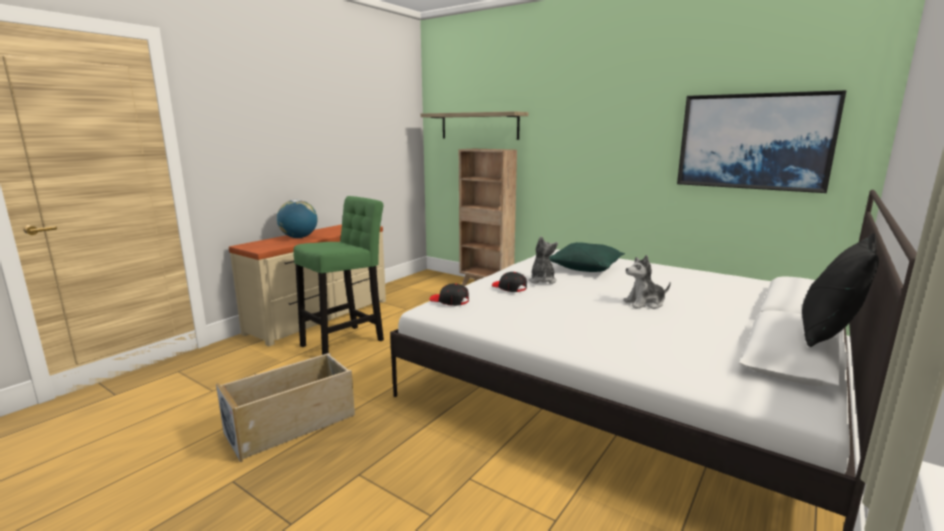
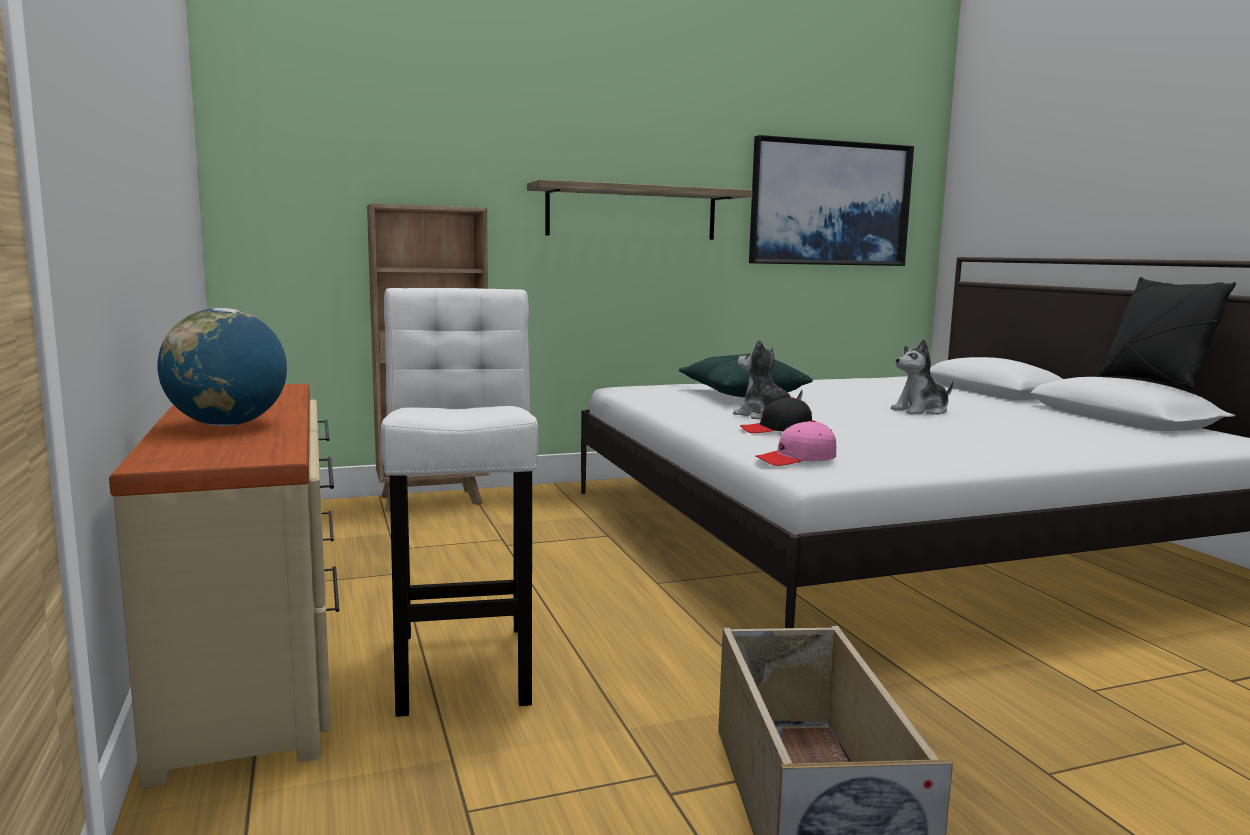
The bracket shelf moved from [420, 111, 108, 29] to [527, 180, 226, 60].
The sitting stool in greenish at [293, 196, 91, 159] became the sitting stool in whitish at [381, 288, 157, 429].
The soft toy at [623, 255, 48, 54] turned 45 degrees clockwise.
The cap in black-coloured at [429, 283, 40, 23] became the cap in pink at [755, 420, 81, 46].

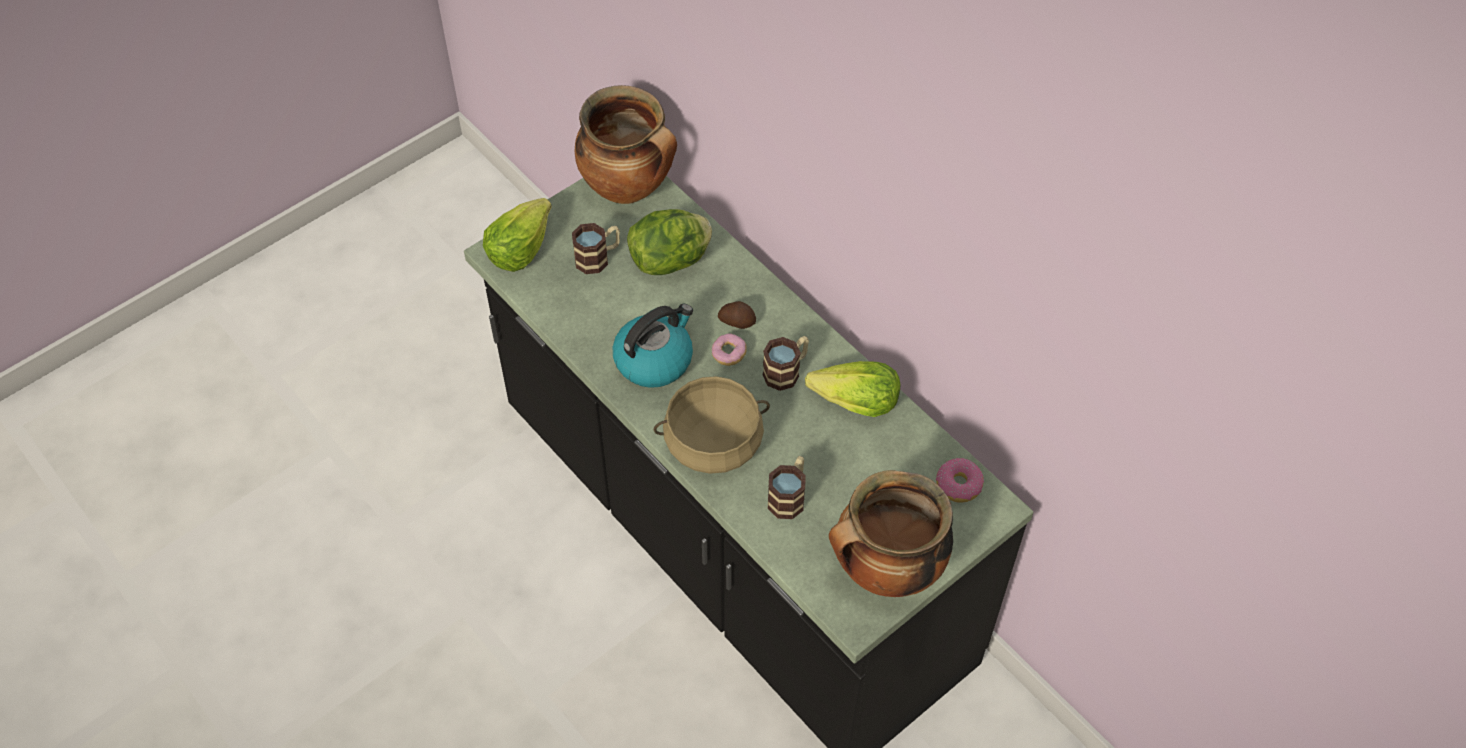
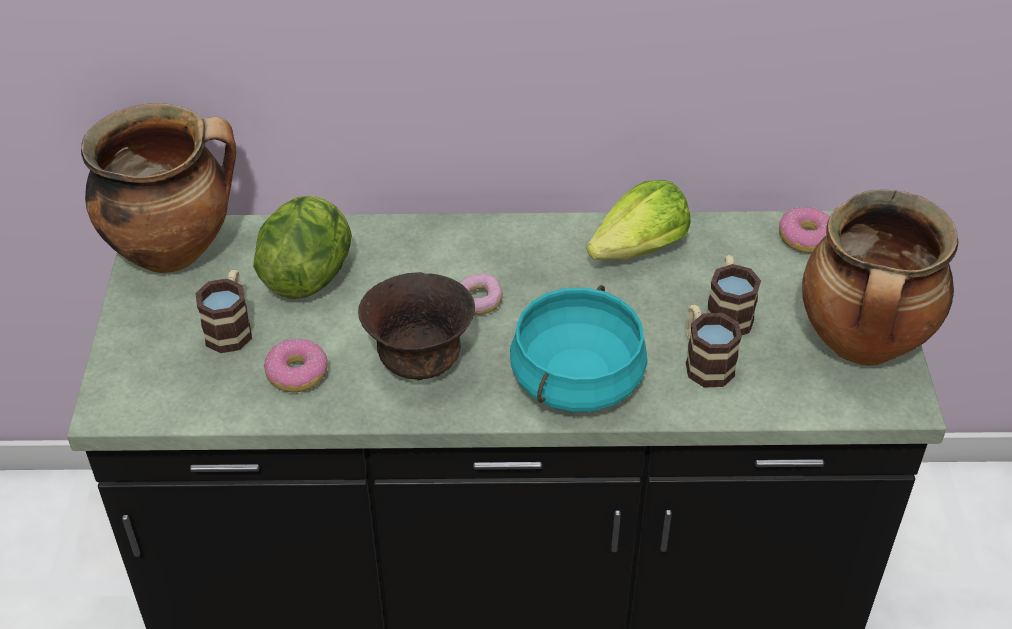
The head of lettuce at [483, 198, 69, 74] disappeared.
The potato at [718, 301, 38, 28] disappeared.
The tea kettle at [613, 304, 80, 84] was replaced by the bowl in brown at [358, 272, 117, 109].
The coffee mug moved from [763, 336, 46, 55] to [707, 255, 54, 80].
The stockpot in beige-coloured at [654, 376, 116, 98] became the stockpot in turquoise-coloured at [510, 285, 138, 127].
The doughnut at [263, 339, 65, 53] appeared.

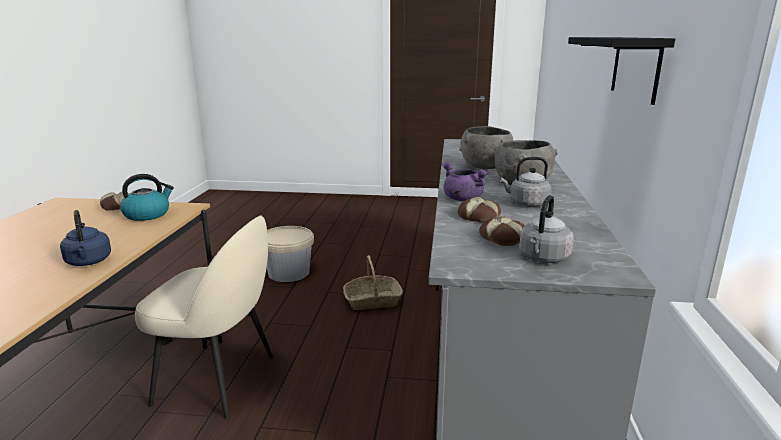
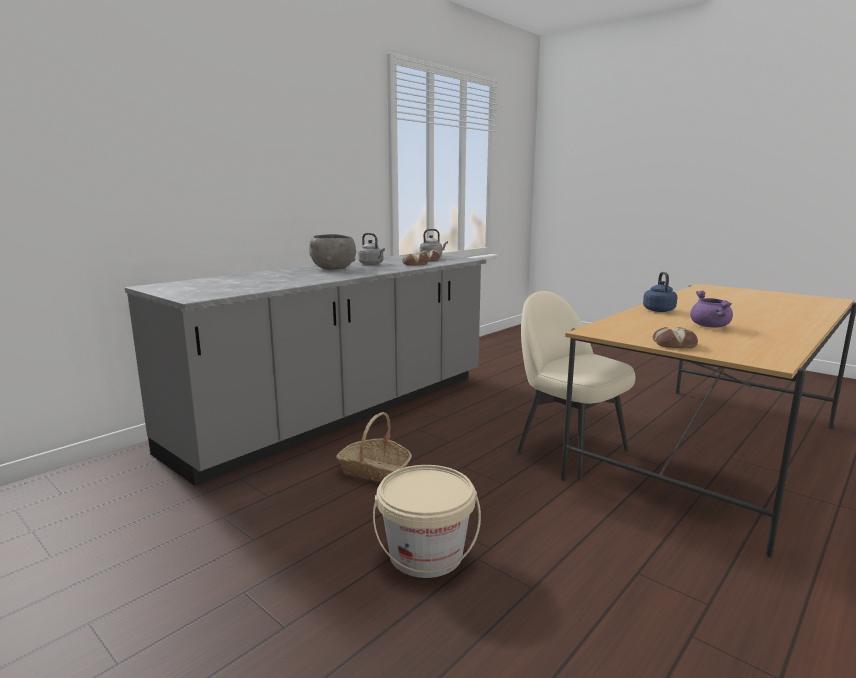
The bracket shelf in black-coloured at [568, 37, 107, 68] disappeared.
The bowl in grey at [459, 126, 55, 43] disappeared.
The stockpot in purplish moved from [442, 162, 47, 39] to [690, 291, 43, 37].
The tea kettle at [120, 174, 54, 47] disappeared.

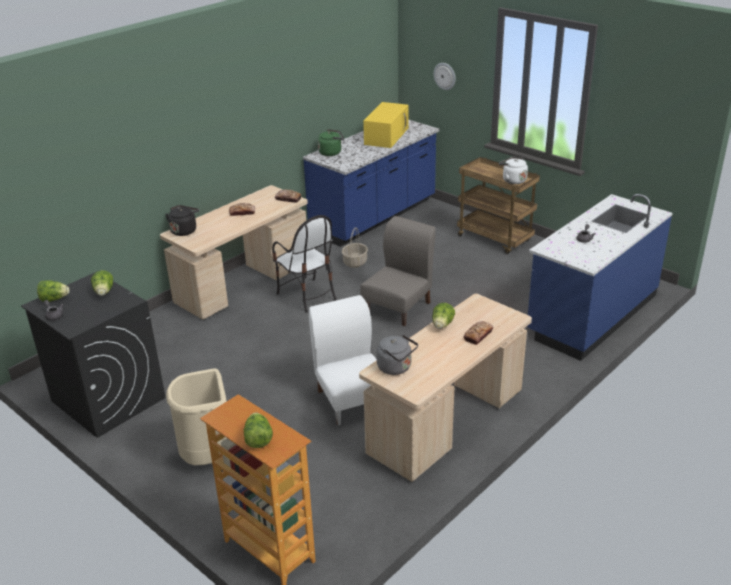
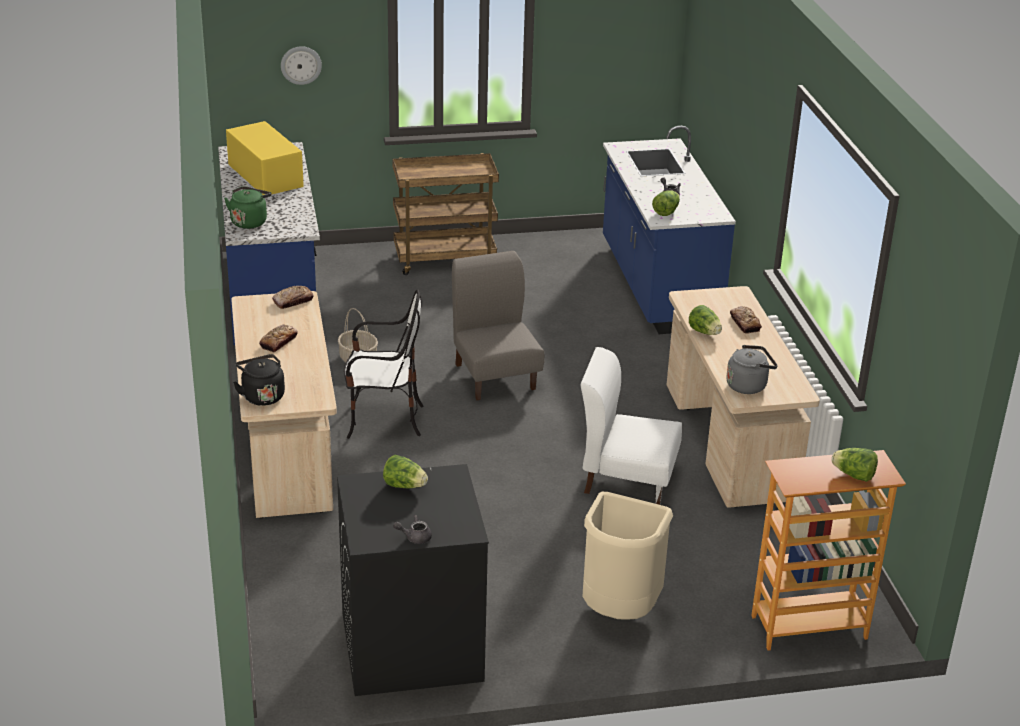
The tea kettle in whitish at [499, 157, 29, 27] disappeared.
The head of lettuce moved from [37, 280, 33, 22] to [652, 190, 28, 26].

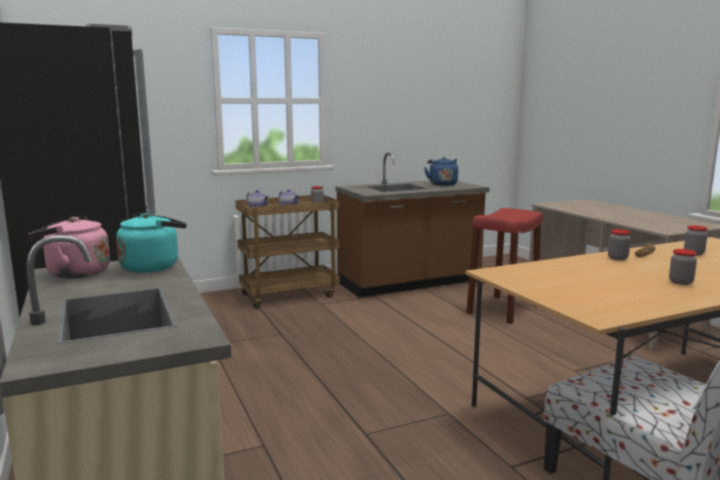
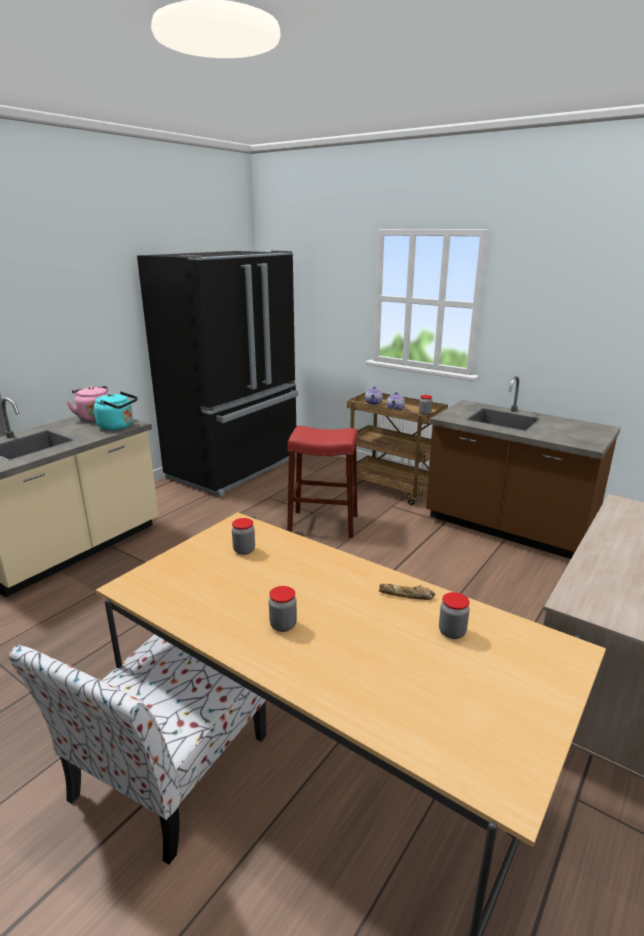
The tea kettle in bluish at [424, 157, 34, 29] disappeared.
The sitting stool in reddish moved from [466, 208, 77, 116] to [287, 426, 71, 112].
The preserve jar moved from [608, 229, 23, 31] to [232, 518, 23, 37].

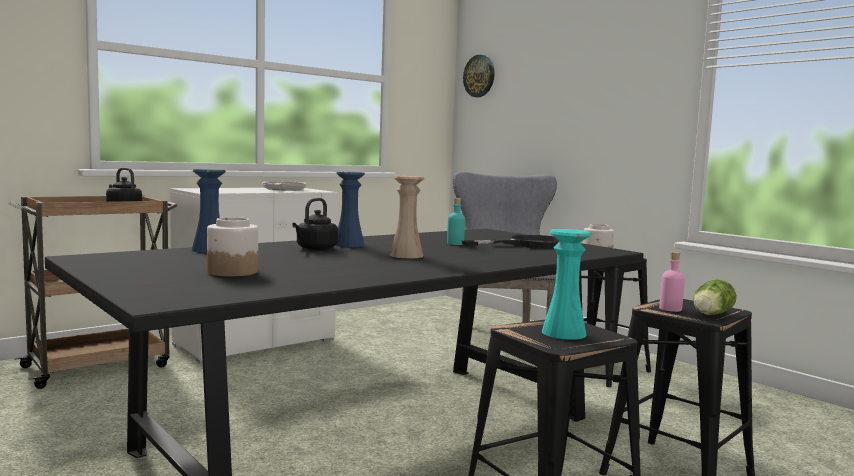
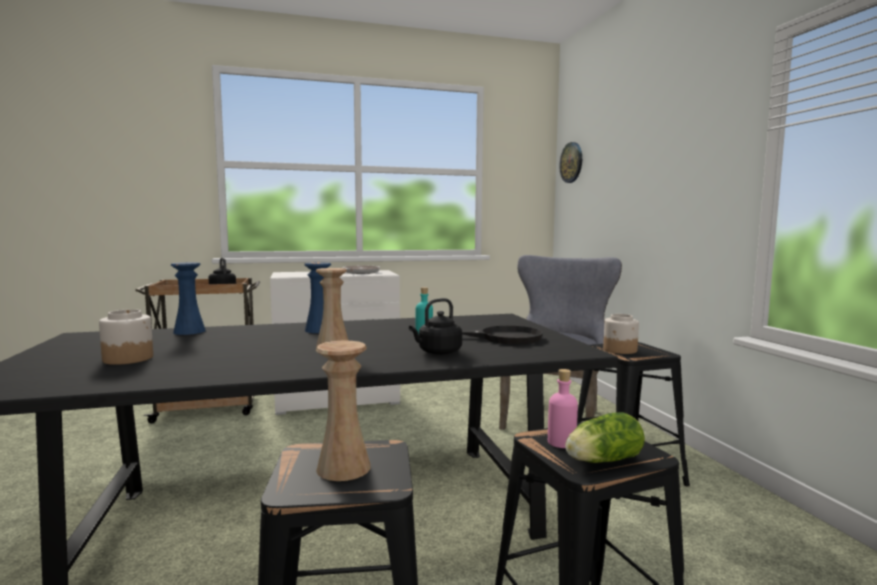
The tea kettle in black-coloured moved from [292, 198, 46, 52] to [409, 298, 53, 57].
The decorative vase in turquoise-coloured at [542, 229, 49, 111] became the decorative vase in beige-coloured at [316, 341, 55, 140].

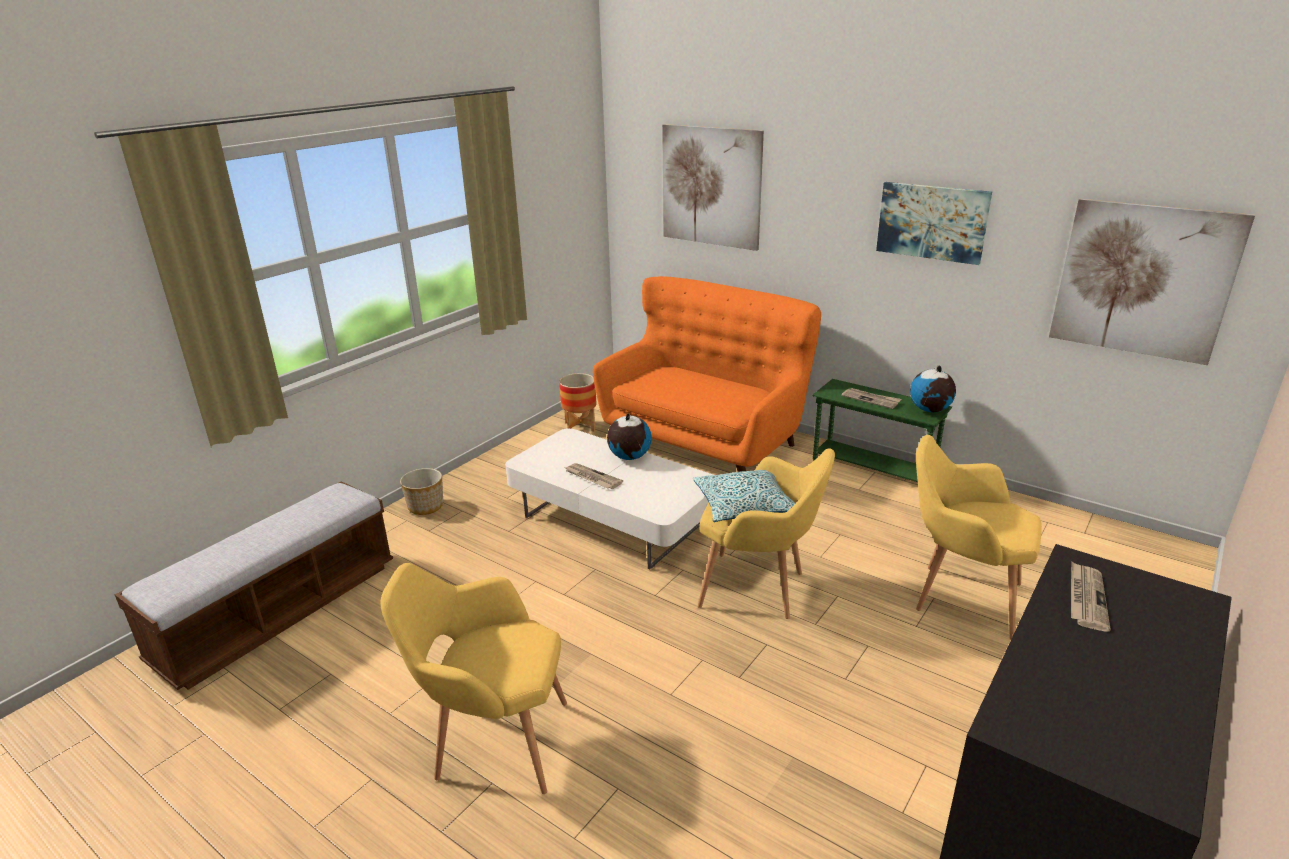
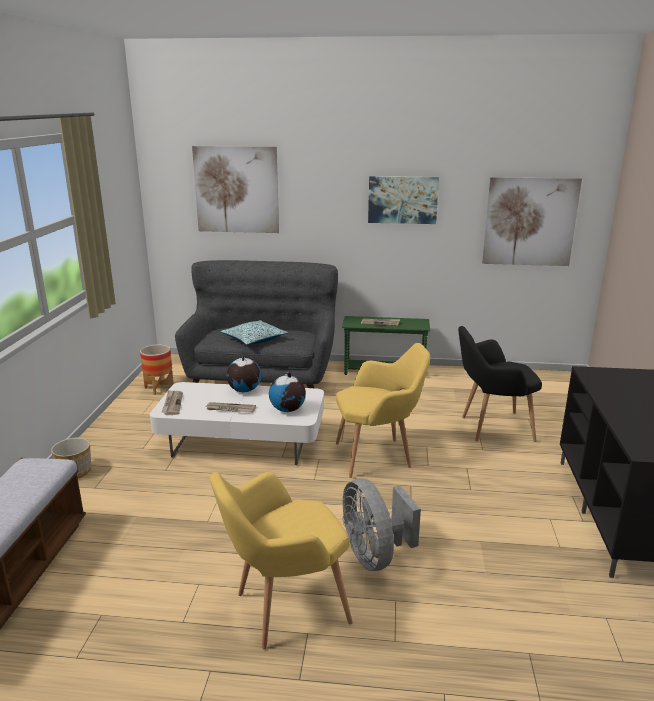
The settee in orange at [593, 276, 228, 196] became the settee in grey at [175, 260, 163, 128].
The world globe moved from [910, 365, 46, 47] to [269, 372, 37, 40].
The easy chair in yellow at [916, 435, 126, 204] became the easy chair in black-coloured at [458, 326, 84, 116].
The pillow moved from [693, 470, 103, 52] to [221, 320, 67, 25].
The daily paper moved from [1071, 561, 40, 71] to [161, 390, 22, 25].
The electric fan in grey at [343, 479, 78, 92] appeared.

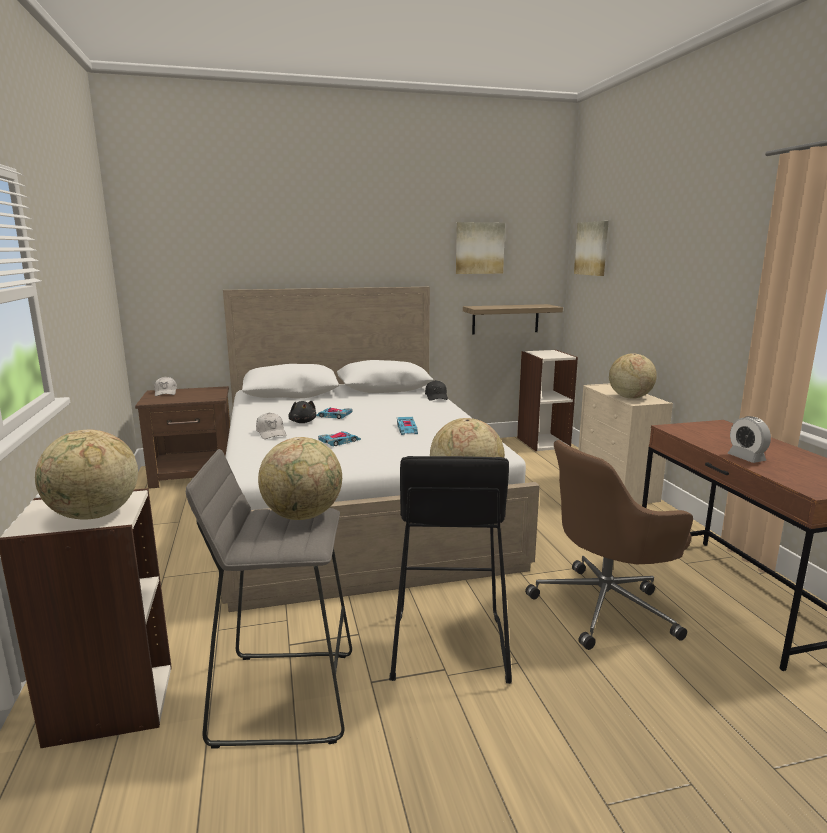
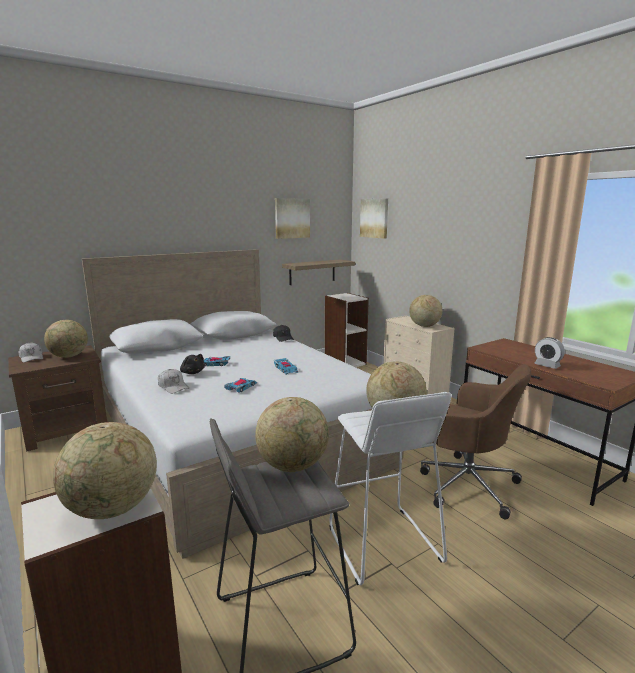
The computer chair in brown at [525, 440, 168, 210] turned 105 degrees counterclockwise.
The sitting stool in black-coloured at [389, 456, 123, 228] became the sitting stool in whitish at [329, 392, 122, 193].
The world globe at [44, 320, 44, 38] appeared.

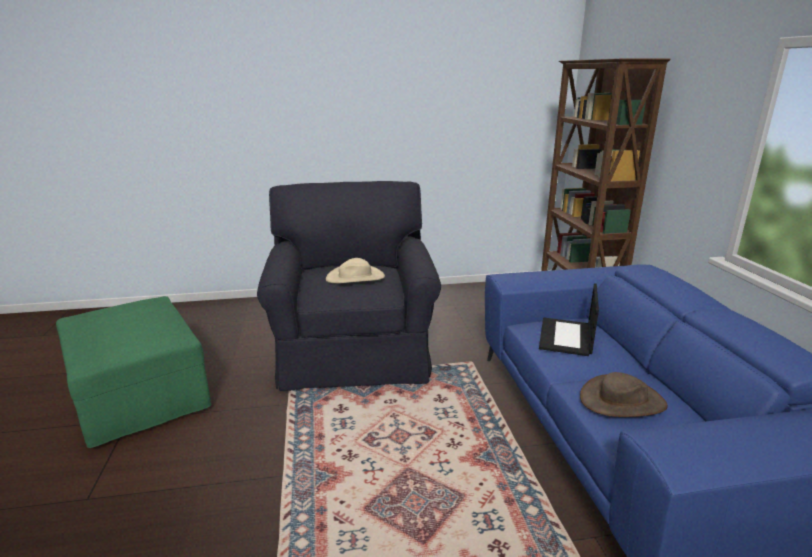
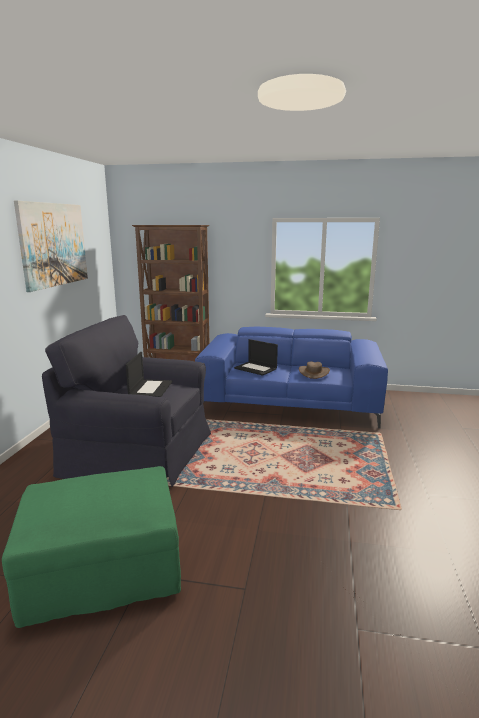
The wearable hat in beige-coloured at [326, 258, 59, 25] was replaced by the laptop at [126, 352, 46, 45].
The picture at [14, 201, 74, 91] appeared.

